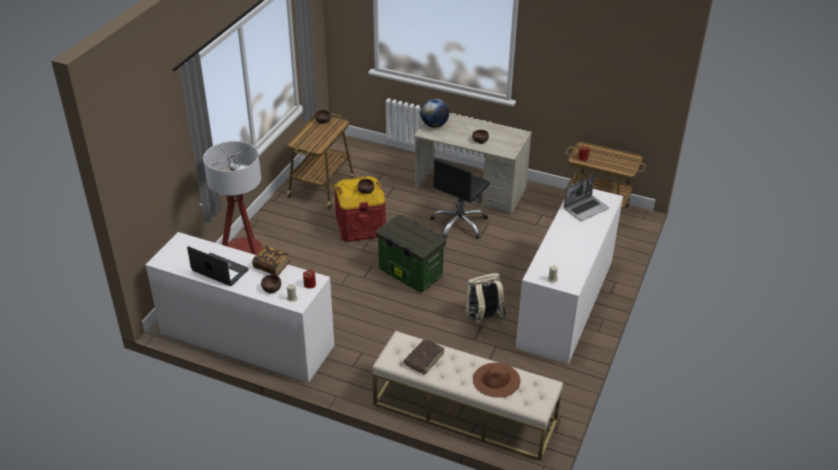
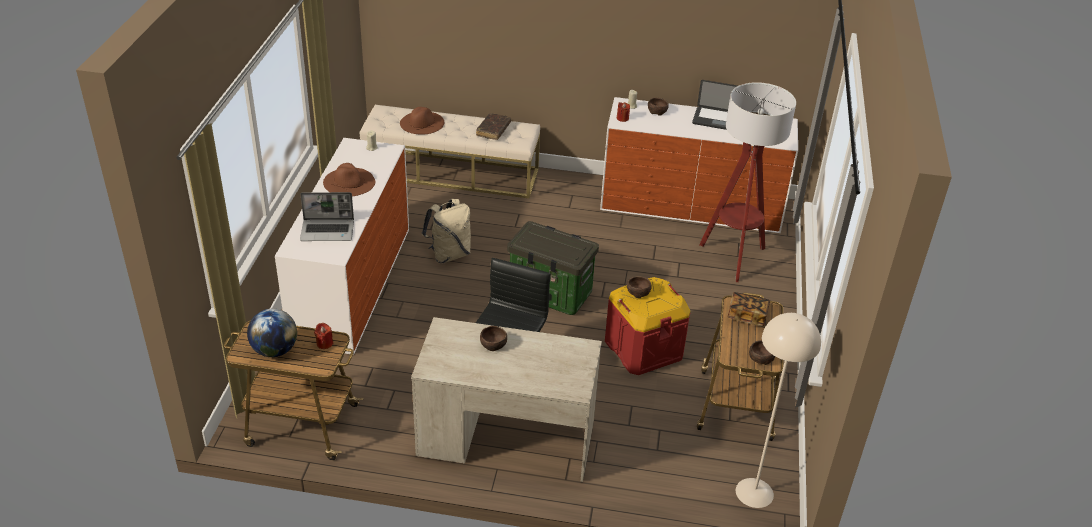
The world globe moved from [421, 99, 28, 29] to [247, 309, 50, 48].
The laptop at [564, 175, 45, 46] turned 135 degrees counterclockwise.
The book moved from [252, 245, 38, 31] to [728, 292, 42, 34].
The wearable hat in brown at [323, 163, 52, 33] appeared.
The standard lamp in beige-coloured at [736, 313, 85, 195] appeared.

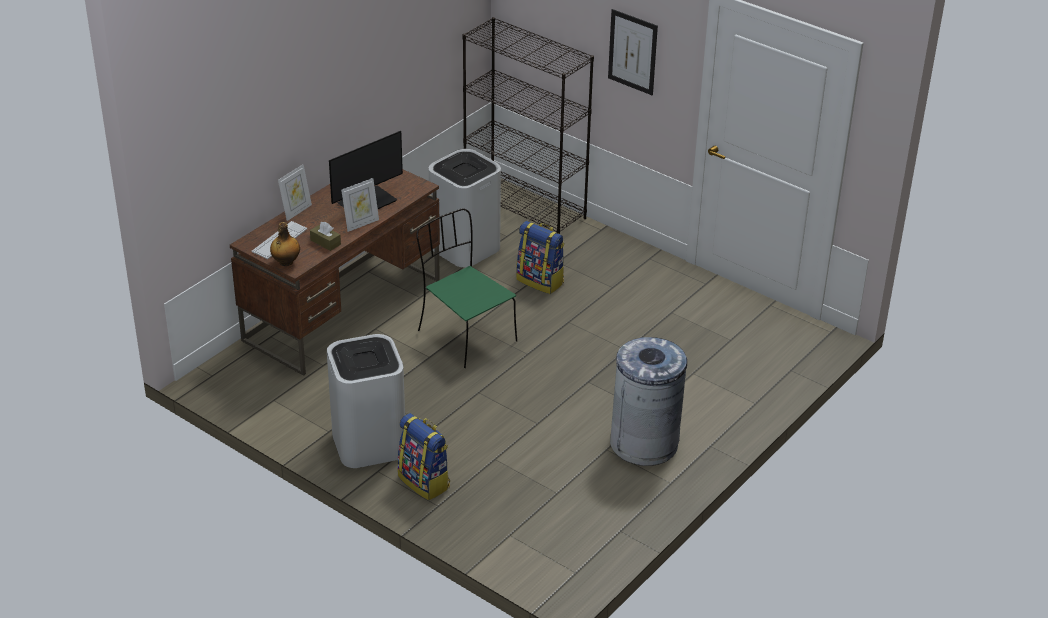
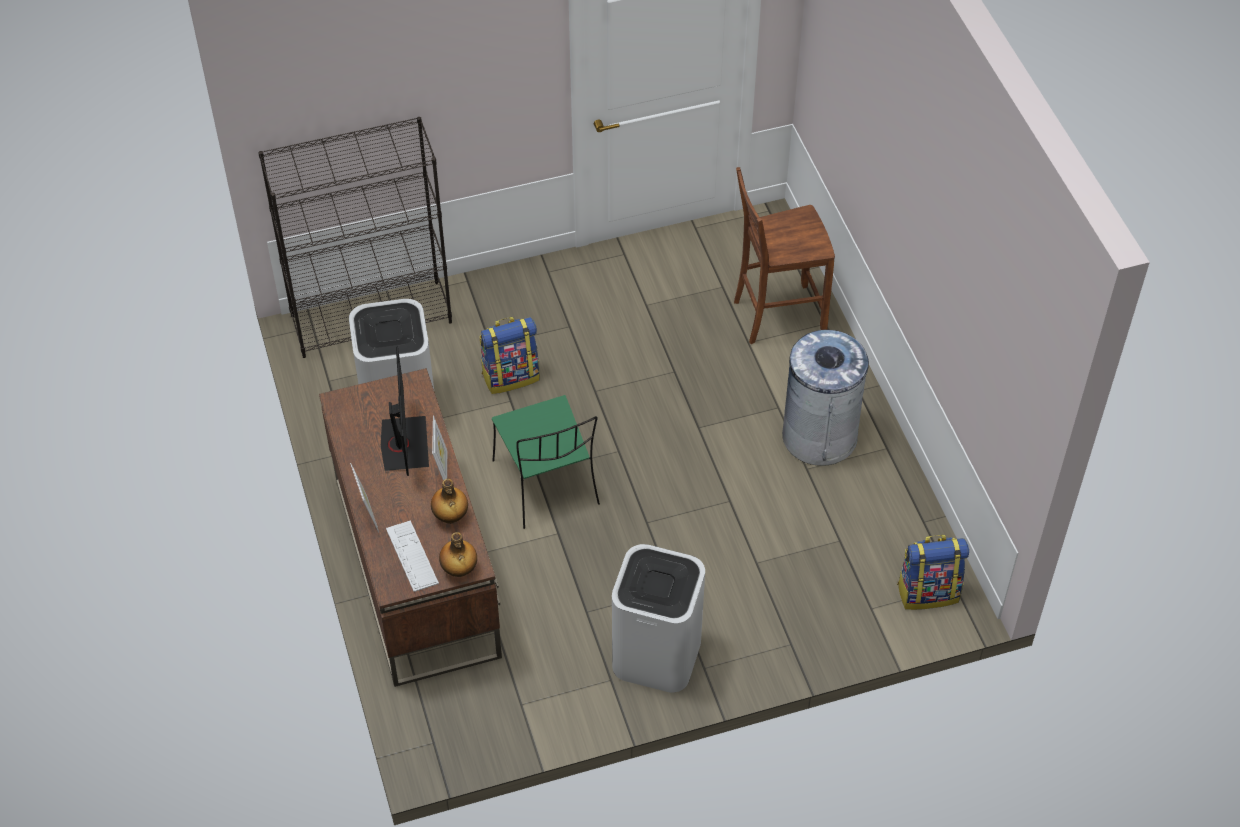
The picture at [608, 9, 50, 86] disappeared.
The plain chair in greenish at [416, 208, 101, 160] turned 105 degrees counterclockwise.
The tissue box in brown at [310, 222, 31, 29] was replaced by the bottle at [431, 479, 37, 45].
The rucksack moved from [397, 413, 53, 87] to [897, 535, 72, 75].
The plain chair in brown at [734, 167, 101, 177] appeared.

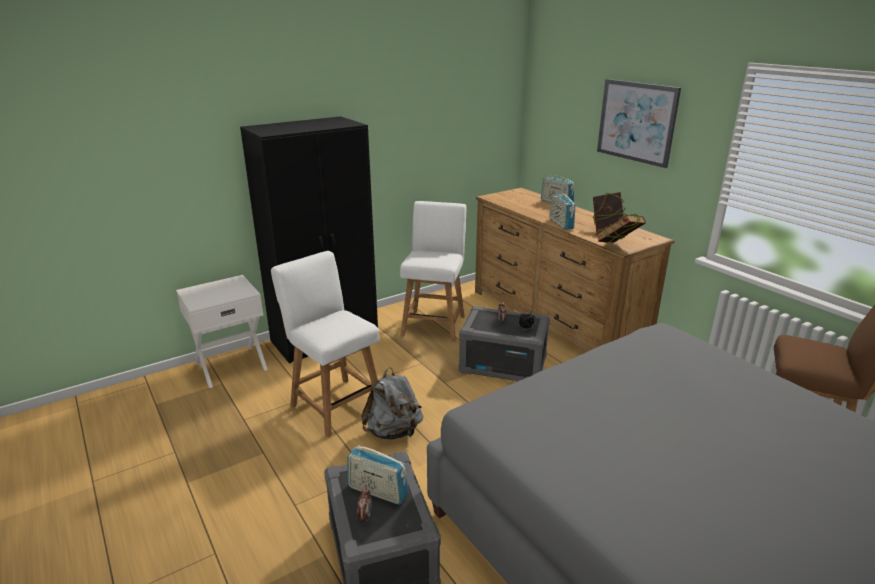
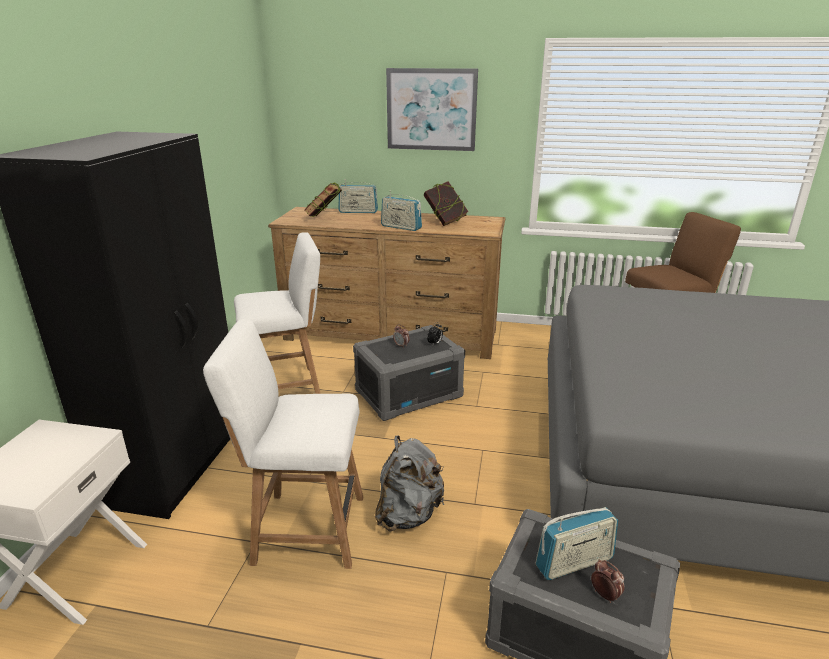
The plain chair in whitish at [400, 201, 67, 141] turned 105 degrees clockwise.
The book moved from [596, 214, 50, 29] to [304, 182, 38, 35].

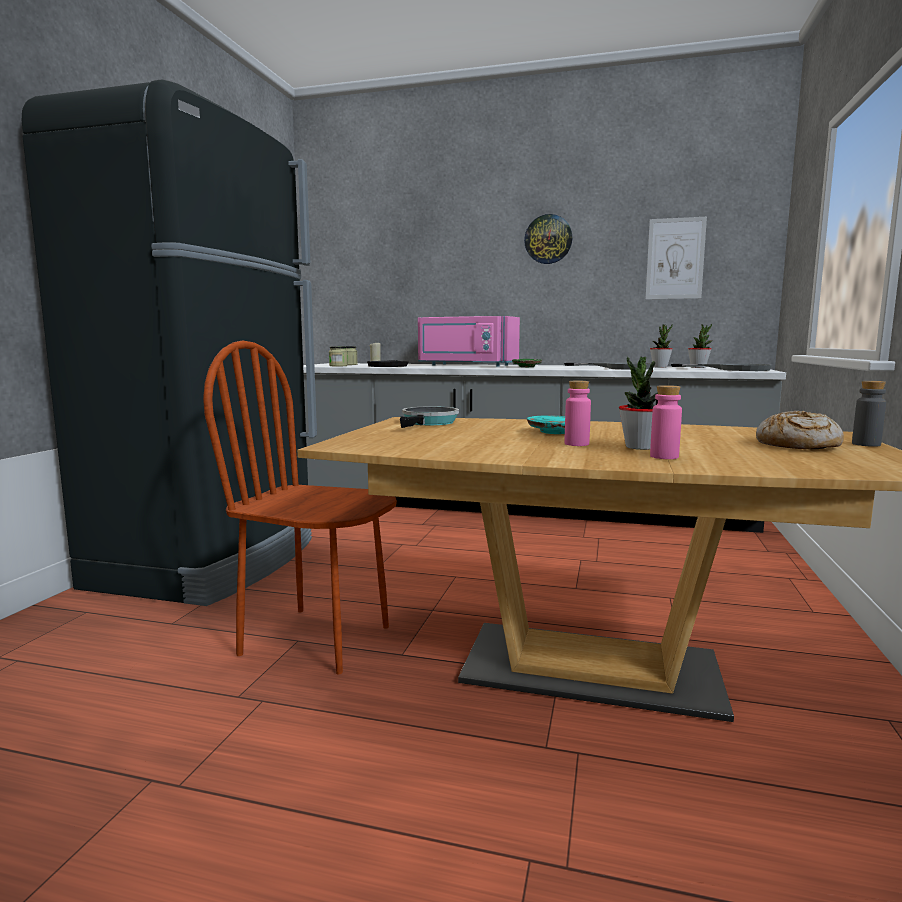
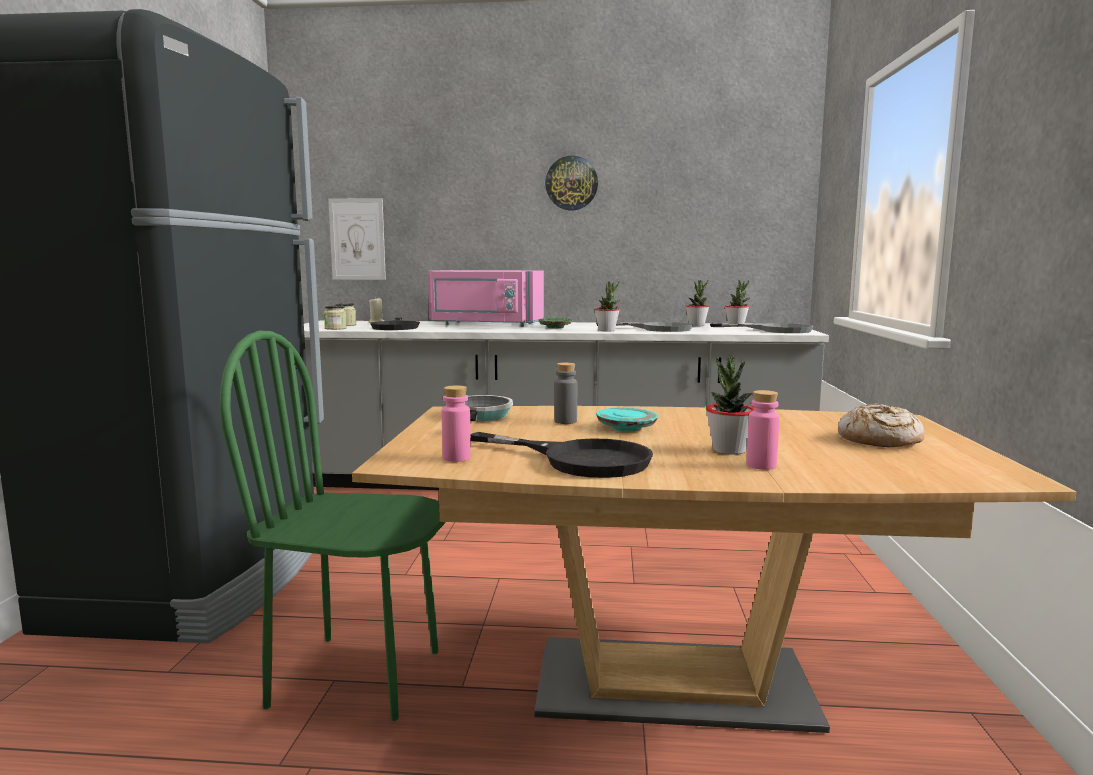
The picture moved from [646, 217, 61, 82] to [328, 198, 58, 82].
The plain chair in brown at [203, 341, 194, 333] became the plain chair in greenish at [220, 330, 226, 391].
The bottle in pink moved from [565, 381, 26, 65] to [442, 385, 29, 77].
The bottle in grey moved from [852, 381, 34, 66] to [554, 362, 23, 62].
The plant in a pot at [594, 282, 26, 50] appeared.
The frying pan in black-coloured at [471, 432, 182, 46] appeared.

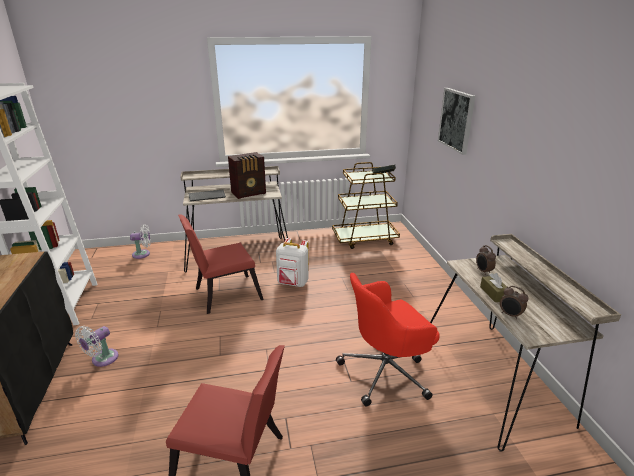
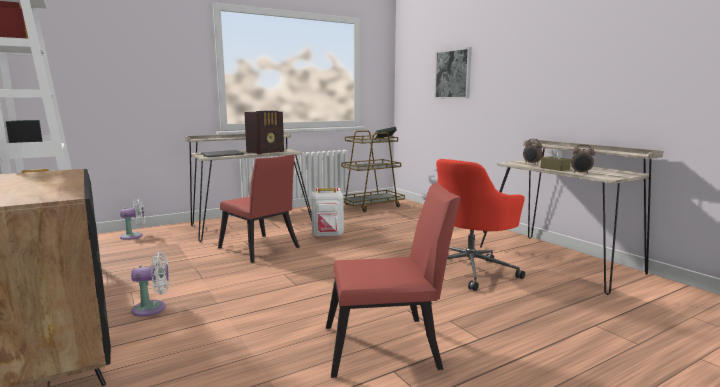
The plain chair in reddish at [178, 215, 86, 99] turned 90 degrees counterclockwise.
The electric fan in whitish at [75, 326, 44, 41] turned 120 degrees counterclockwise.

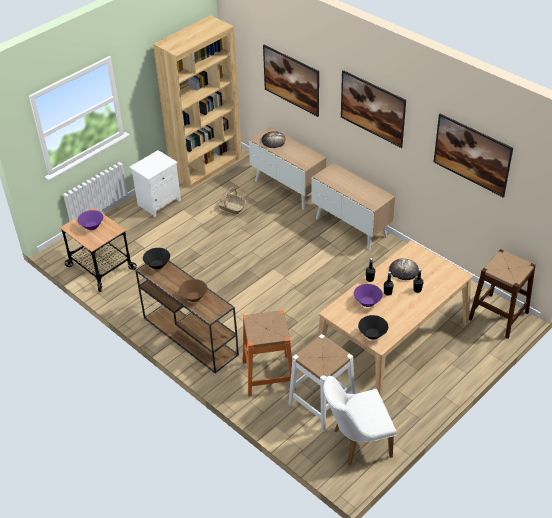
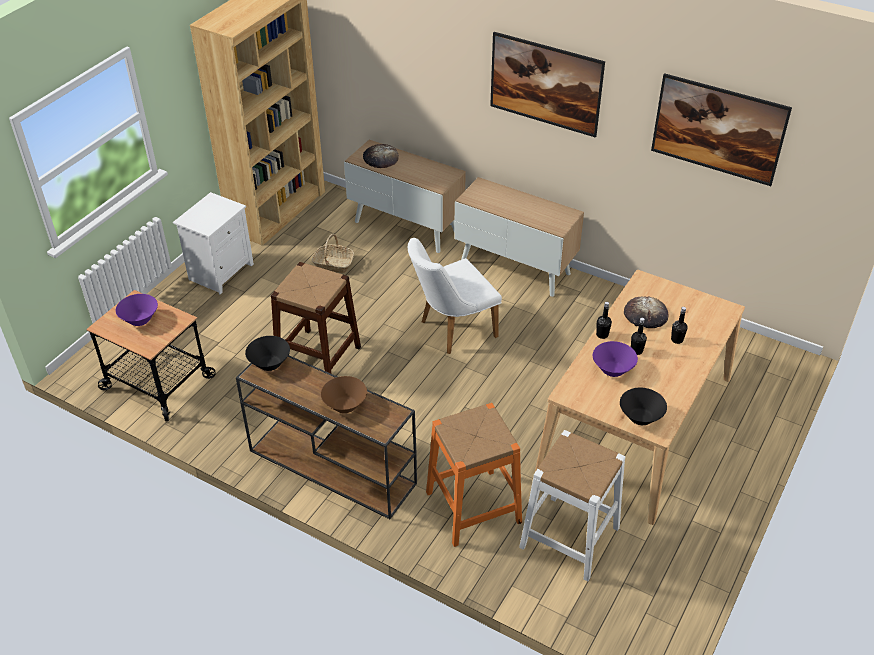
The picture at [263, 45, 56, 72] disappeared.
The sitting stool in brown moved from [469, 249, 67, 90] to [271, 262, 90, 112].
The plain chair in whitish moved from [323, 376, 73, 90] to [408, 238, 94, 116].

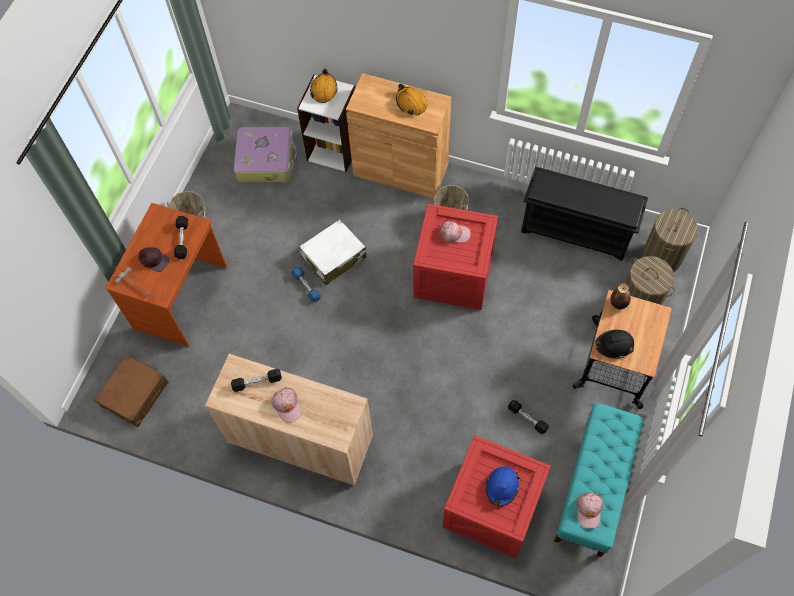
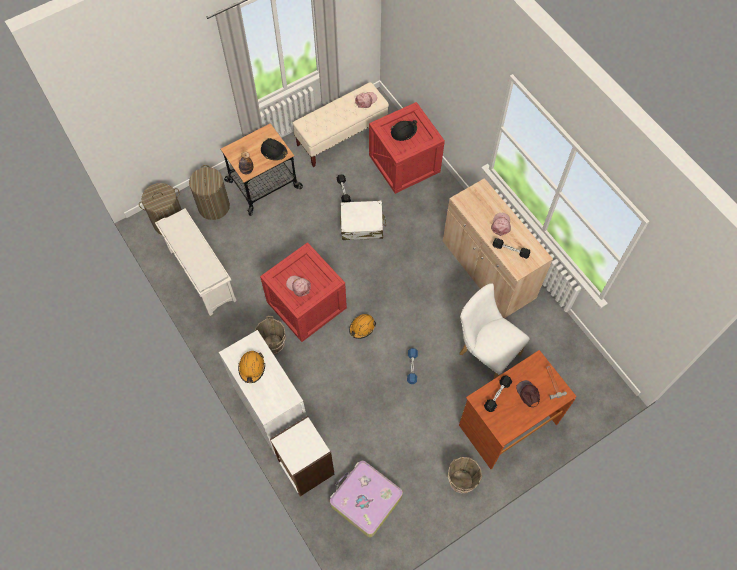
The safety helmet in orange moved from [310, 68, 27, 35] to [349, 314, 27, 25].
The cupboard in brown at [346, 73, 105, 125] became the cupboard in whitish at [219, 330, 87, 125].
The shoe rack in black-coloured at [521, 167, 127, 94] became the shoe rack in whitish at [155, 209, 82, 107].
The piece of luggage in whitish moved from [299, 219, 68, 66] to [340, 201, 46, 39].
The piece of luggage in brown at [95, 355, 73, 72] disappeared.
The indoor bench in turquoise-coloured at [554, 403, 90, 154] became the indoor bench in beige-coloured at [293, 82, 96, 85].
The safety helmet in bluish at [486, 466, 34, 40] became the safety helmet in black-coloured at [391, 120, 26, 21].
The plain chair in whitish at [459, 284, 71, 95] appeared.

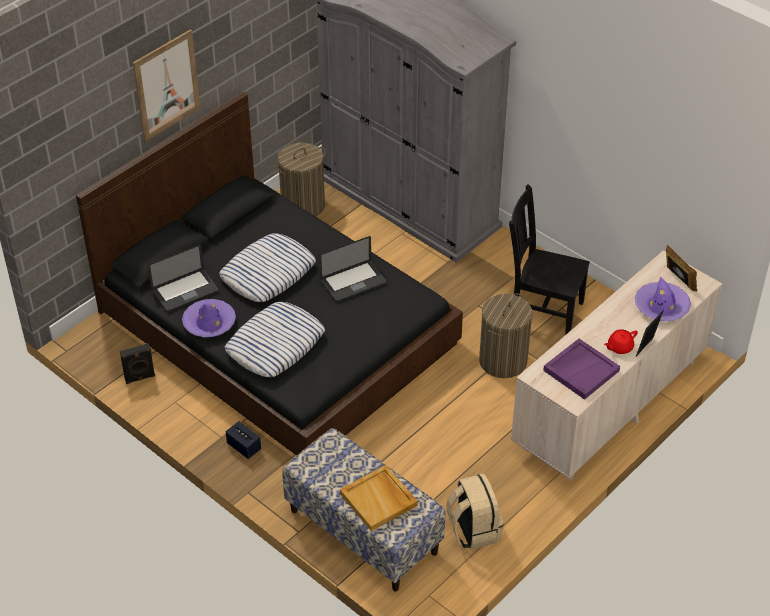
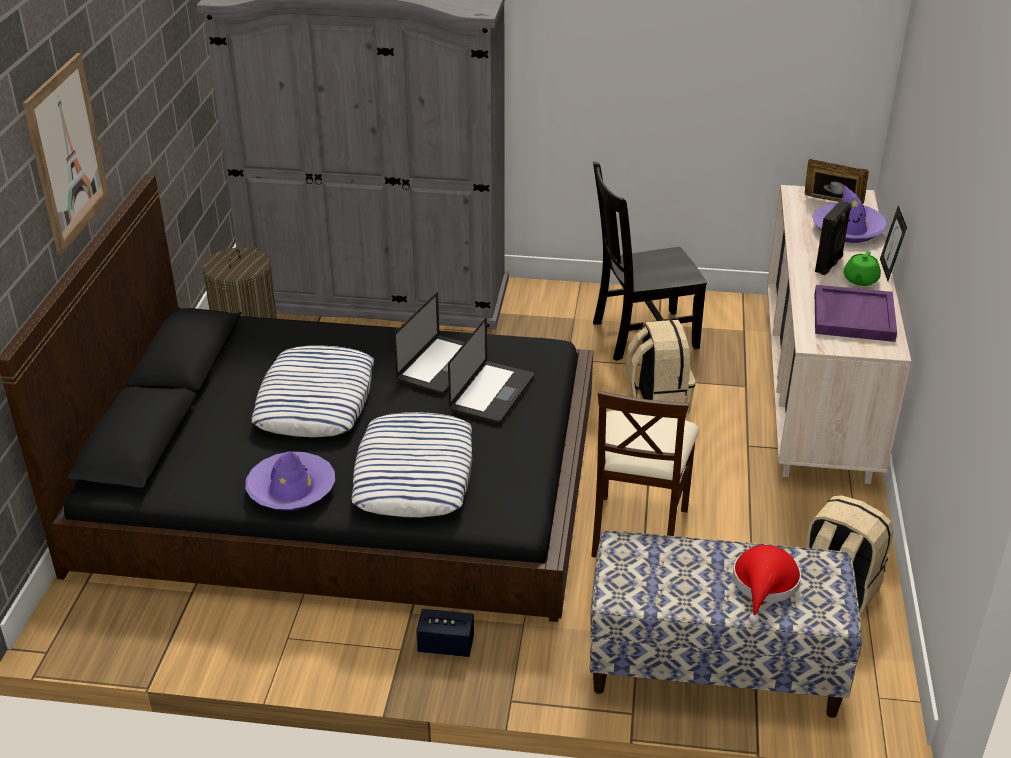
The laptop moved from [148, 244, 71, 68] to [448, 318, 86, 106].
The hamper at [479, 293, 54, 85] was replaced by the rucksack in beige-coloured at [625, 320, 70, 94].
The tea pot in reddish at [604, 329, 34, 25] became the tea pot in greenish at [844, 251, 37, 35].
The speaker in black-coloured moved from [120, 343, 35, 41] to [815, 201, 37, 74].
The serving tray in beige-coloured at [340, 465, 78, 66] was replaced by the wearable hat in reddish at [733, 545, 68, 79].
The plain chair in beige-coloured at [591, 391, 108, 167] appeared.

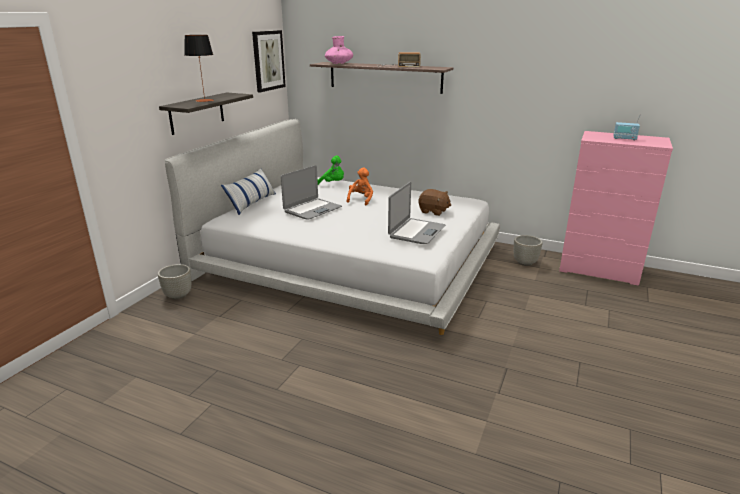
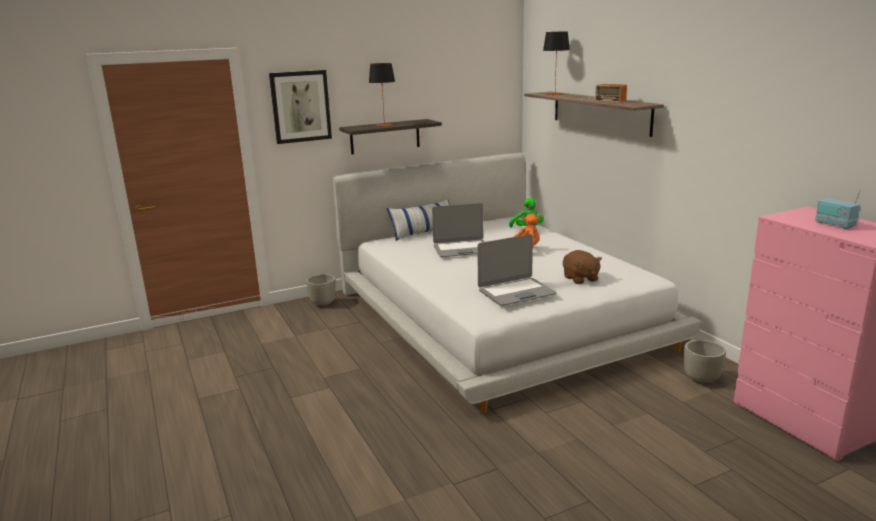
The picture moved from [252, 30, 34, 62] to [269, 70, 63, 74].
The decorative vase in pink at [325, 36, 28, 28] was replaced by the tabletop lamp at [543, 31, 27, 64].

